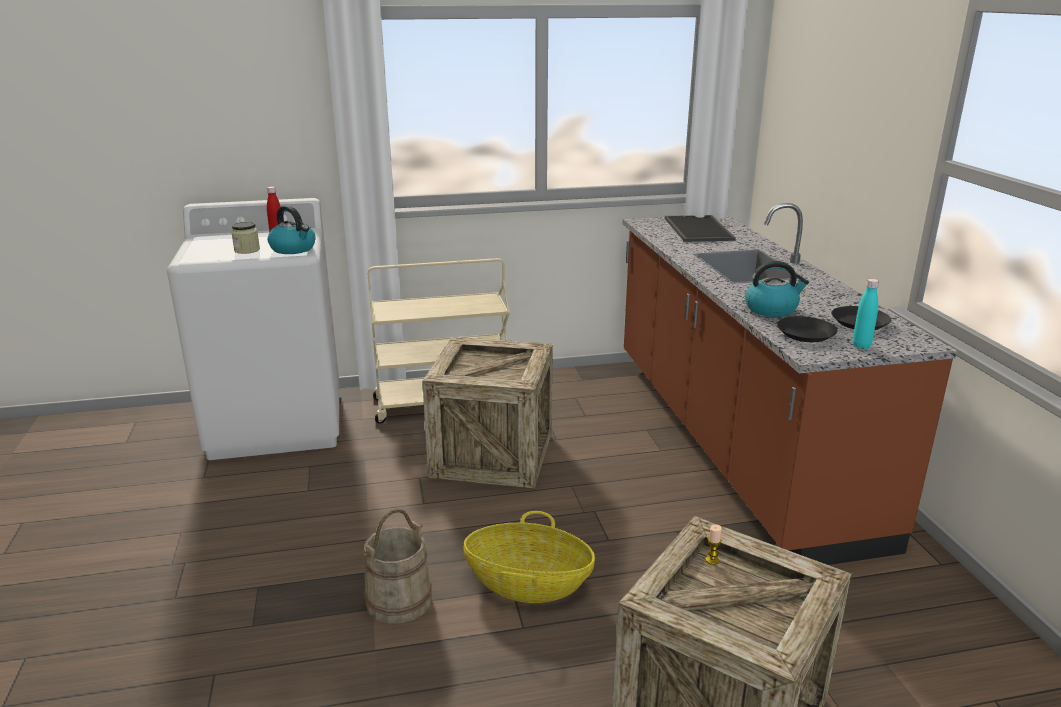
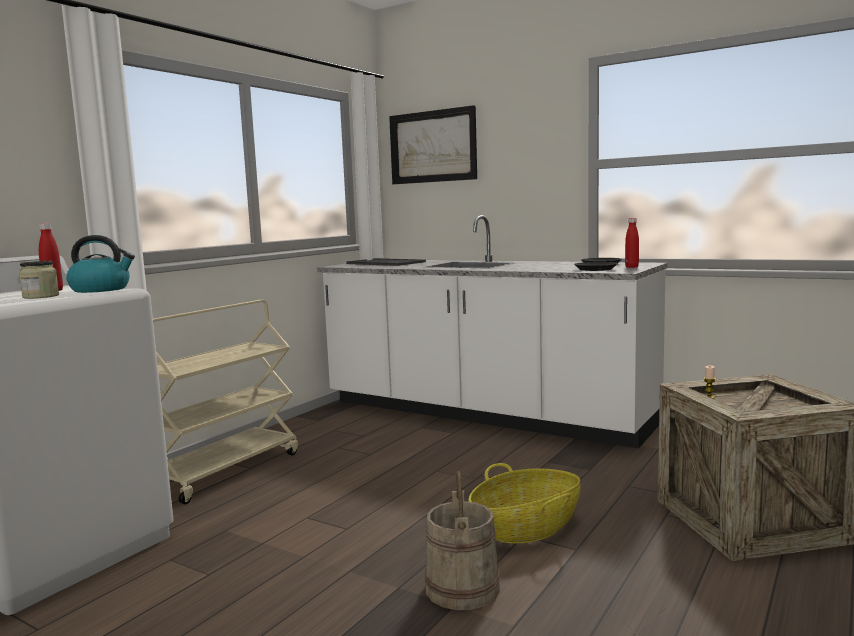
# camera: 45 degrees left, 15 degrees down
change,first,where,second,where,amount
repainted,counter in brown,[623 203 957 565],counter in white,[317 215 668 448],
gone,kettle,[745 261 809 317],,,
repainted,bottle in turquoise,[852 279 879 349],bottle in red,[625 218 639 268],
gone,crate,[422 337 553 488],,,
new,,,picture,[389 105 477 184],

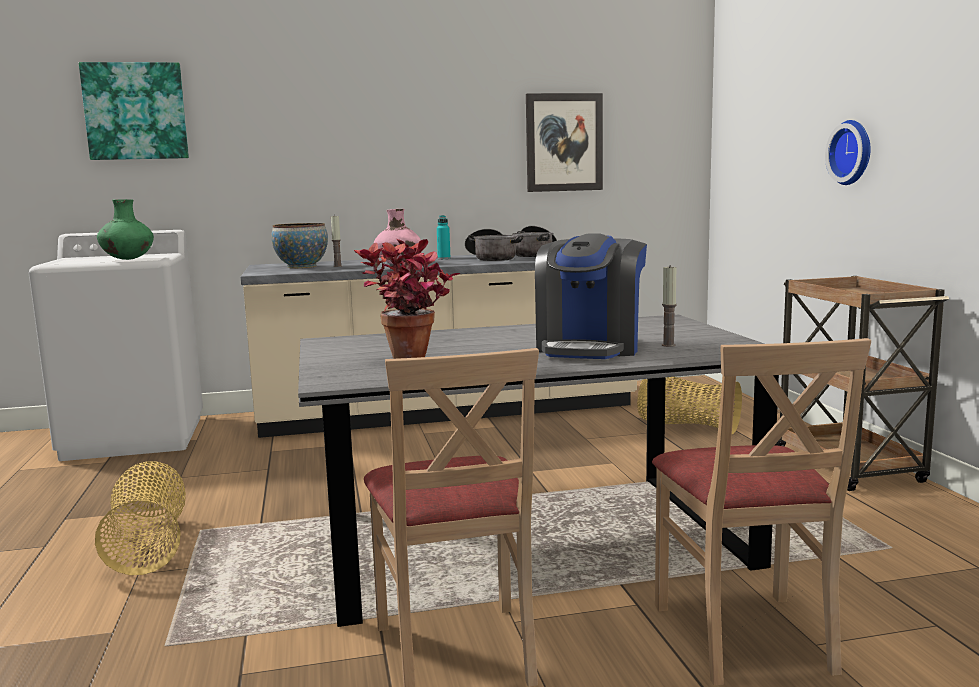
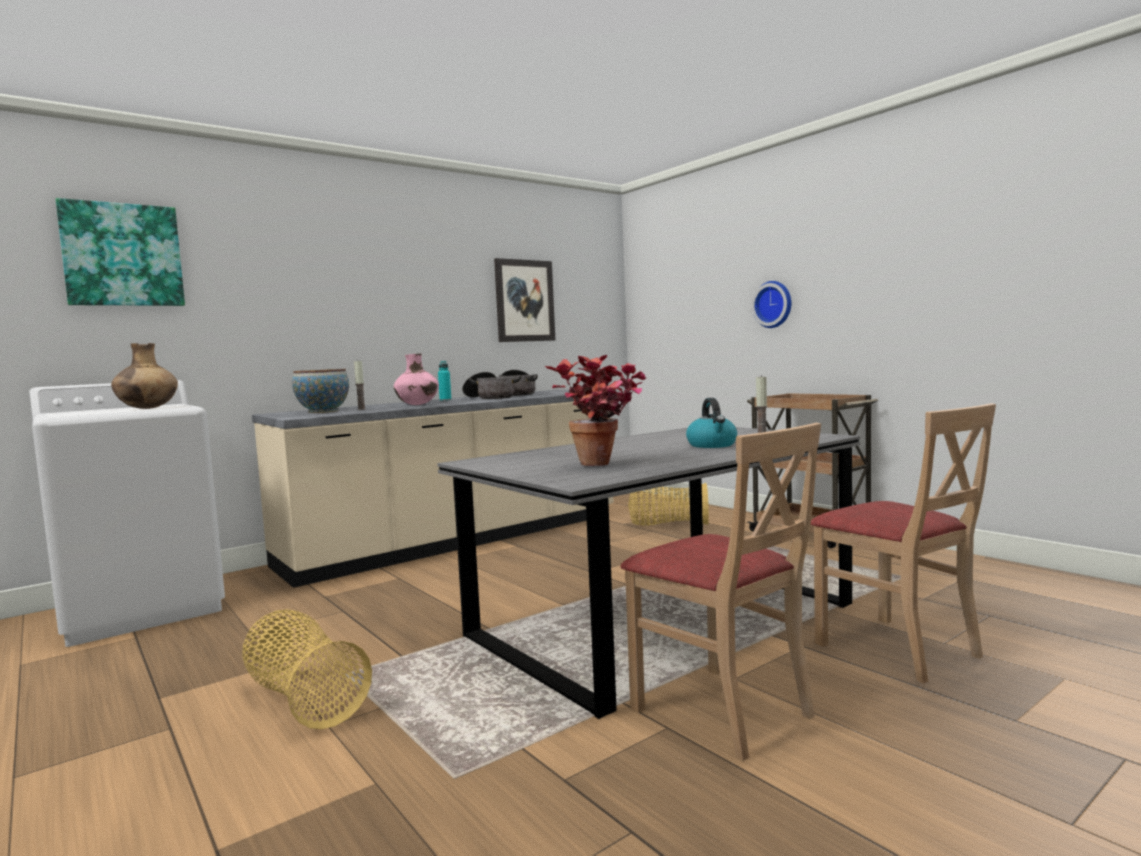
# camera: 25 degrees left, 5 degrees down
change,first,where,second,where,amount
repainted,vase in green,[97 199 154 260],vase in brown,[111 343 178 409],
swapped,coffee machine,[535 233 647 359],kettle,[686 398 737 448],

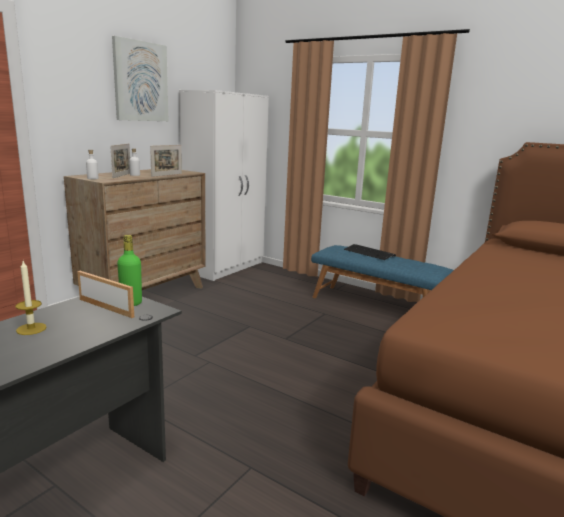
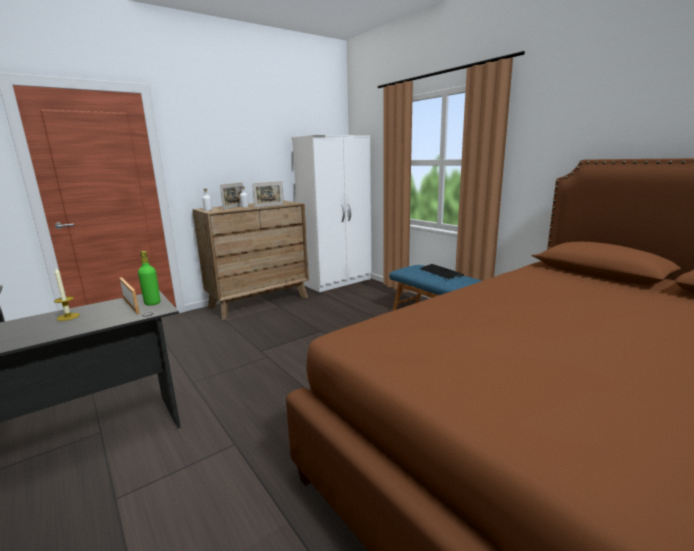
# camera: 20 degrees right, 0 degrees up
change,first,where,second,where,amount
gone,picture,[112 36 169 121],,,

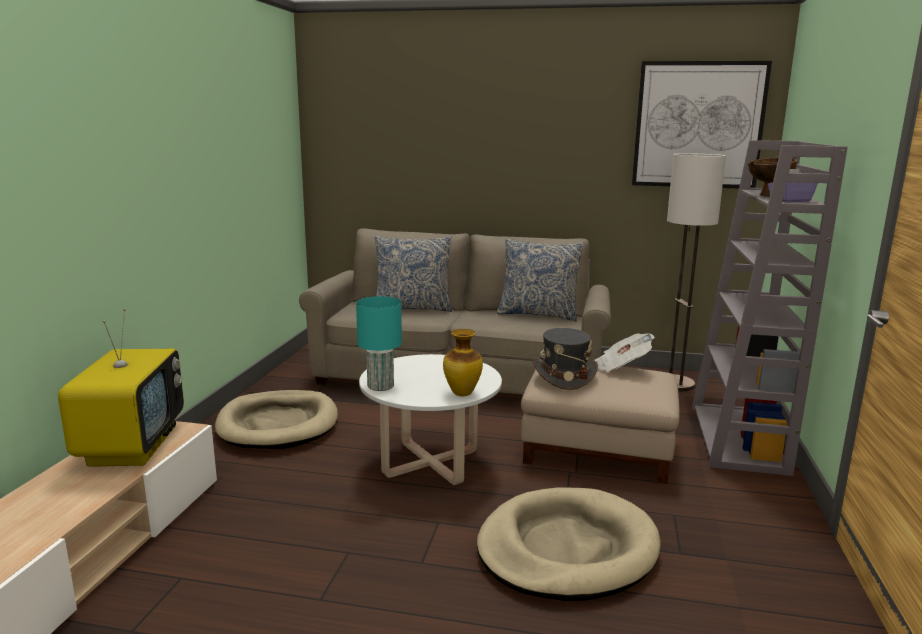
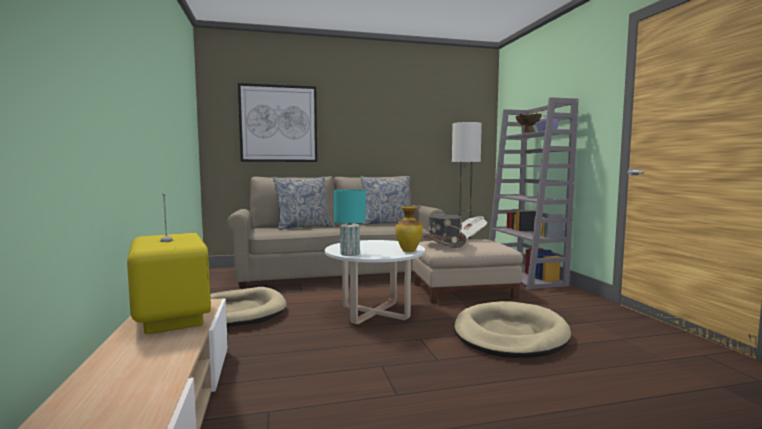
# camera: 25 degrees left, 10 degrees down
change,first,where,second,where,amount
shifted,picture,[632 61 772 188],,[238 83 318 162],

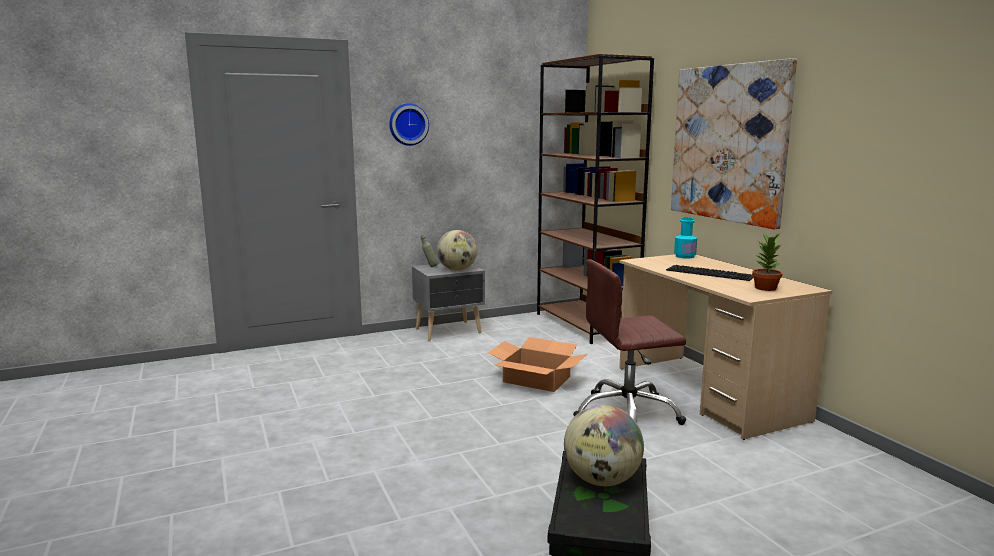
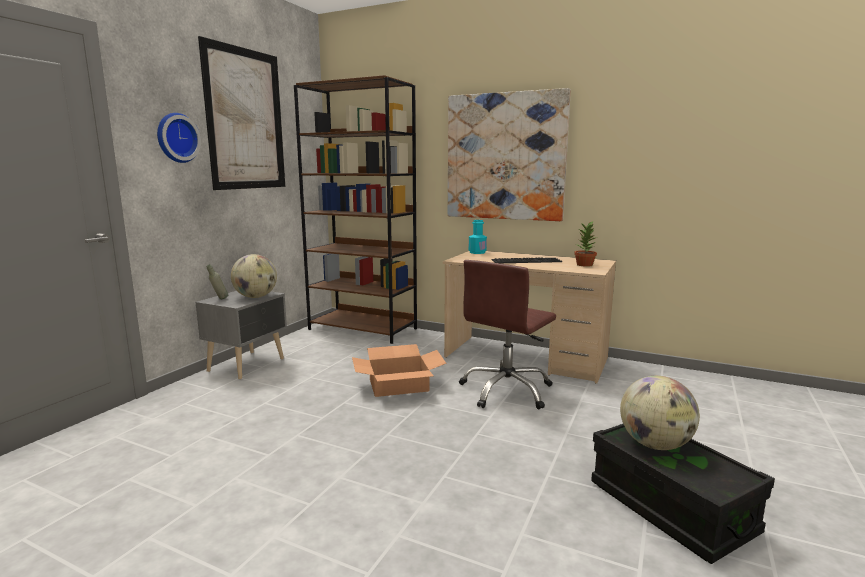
# camera: 40 degrees left, 0 degrees up
change,first,where,second,where,amount
new,,,picture,[198 36 285 190],

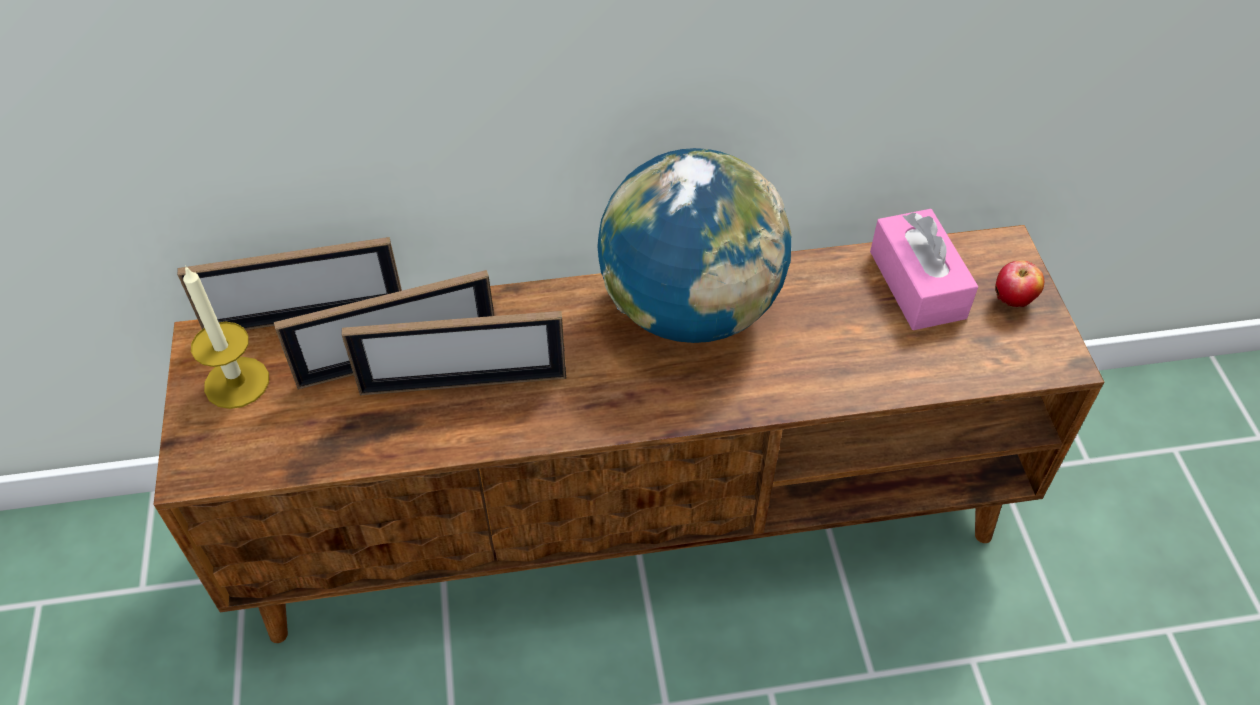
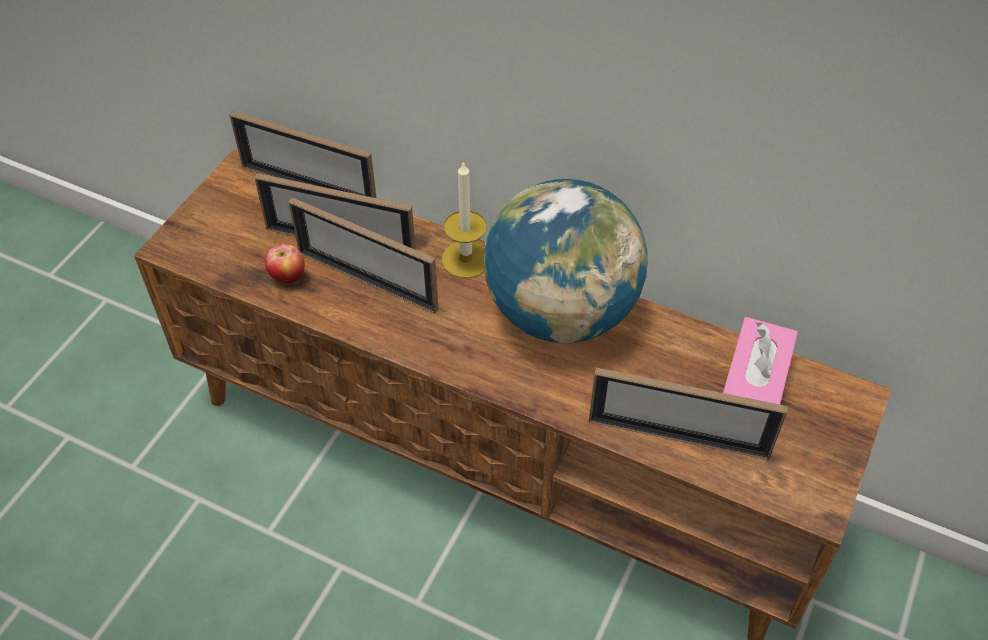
# camera: 35 degrees right, 0 degrees up
change,first,where,second,where,amount
shifted,apple,[995 261 1044 307],,[265 244 305 284],
shifted,candle,[183 265 269 409],,[442 161 487 278],
new,,,picture frame,[589 367 788 460],

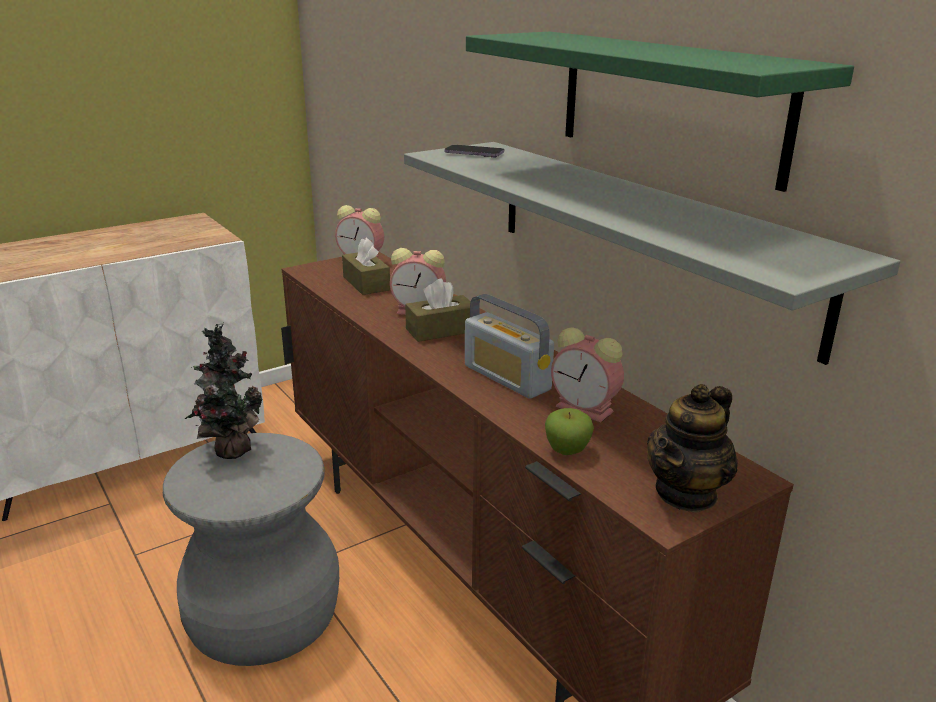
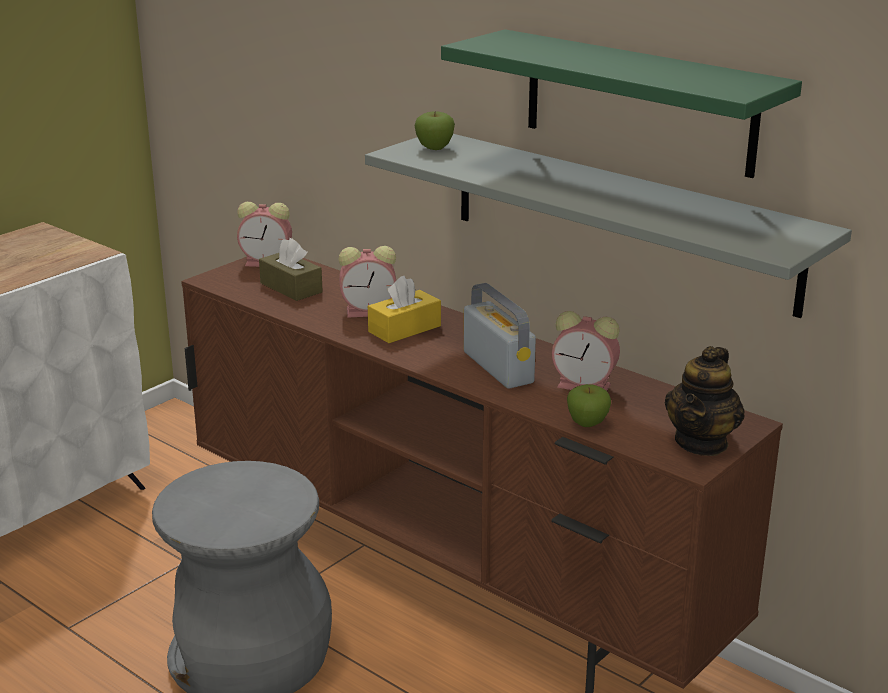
# camera: 15 degrees left, 0 degrees up
change,first,where,second,where,amount
swapped,phone,[444 145 504 158],apple,[415 111 455 150],
repainted,tissue box in brown,[405 278 471 342],tissue box in yellow,[368 276 441 343],
rotated,radio,[465 294 554 399],,[464 283 536 389],150 degrees counterclockwise
gone,potted plant,[185 323 263 459],,,

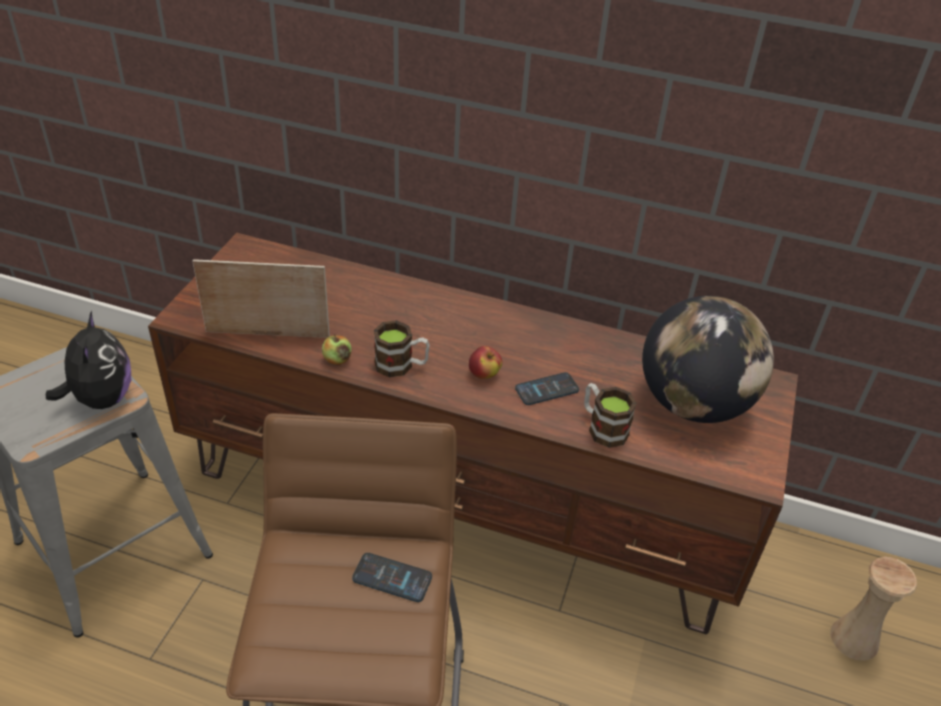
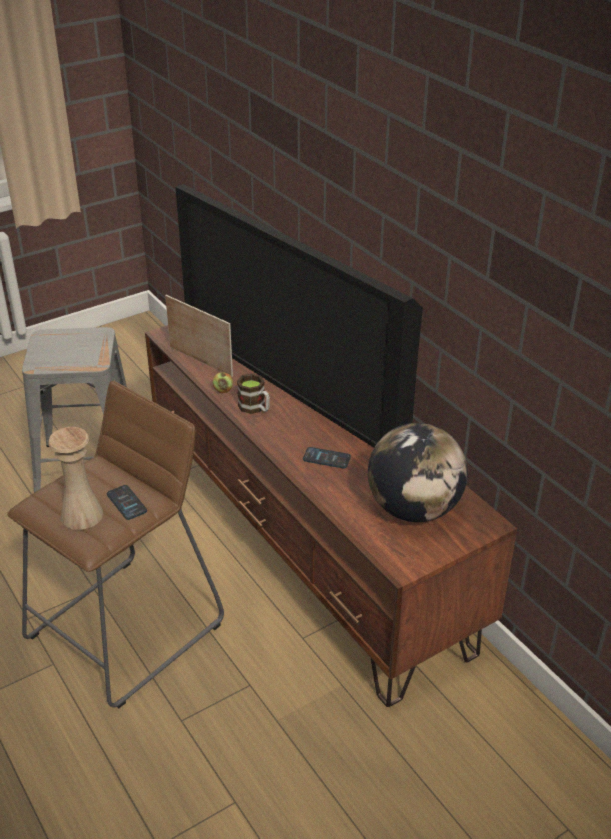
# camera: 40 degrees right, 5 degrees down
change,first,where,second,where,amount
gone,plush toy,[46 311 131 409],,,
gone,apple,[469 346 502 379],,,
gone,mug,[584 383 637 448],,,
shifted,vase in beige,[830 557 917 661],,[48 427 103 530],
new,,,television,[176 184 423 447],

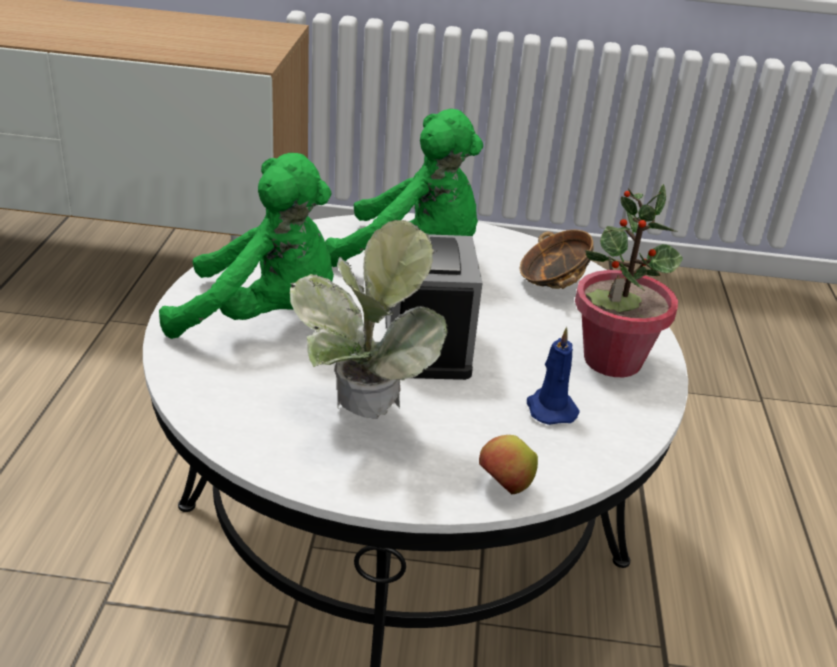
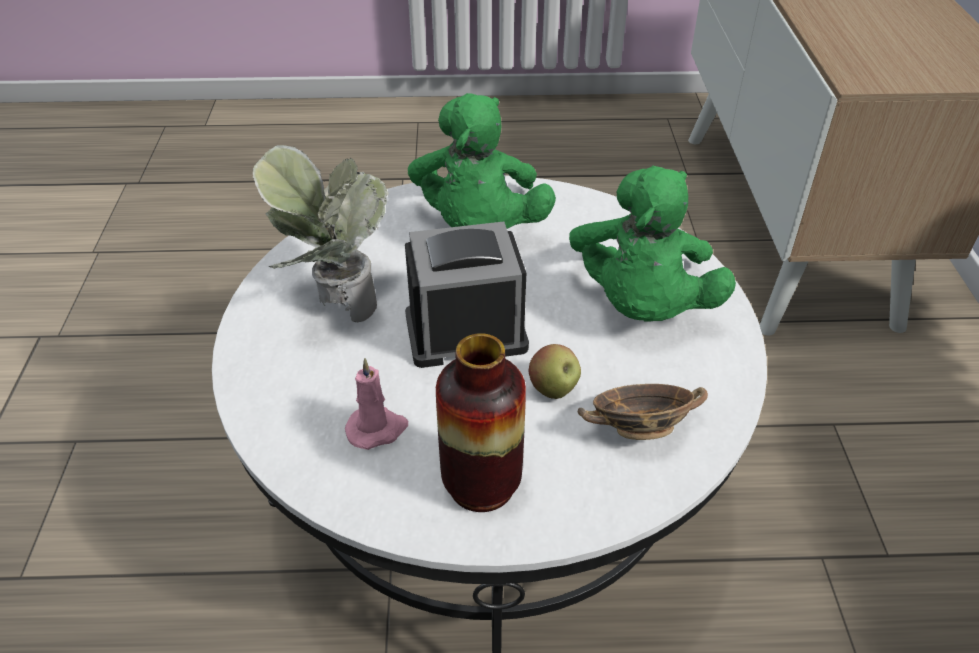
# camera: 85 degrees right, 10 degrees up
change,first,where,second,where,amount
swapped,potted plant,[575 184 683 377],vase,[436 333 526 512],
repainted,candle in blue,[527 327 580 425],candle in pink,[345 358 408 450],
shifted,apple,[479 435 538 494],,[529 344 581 399],

